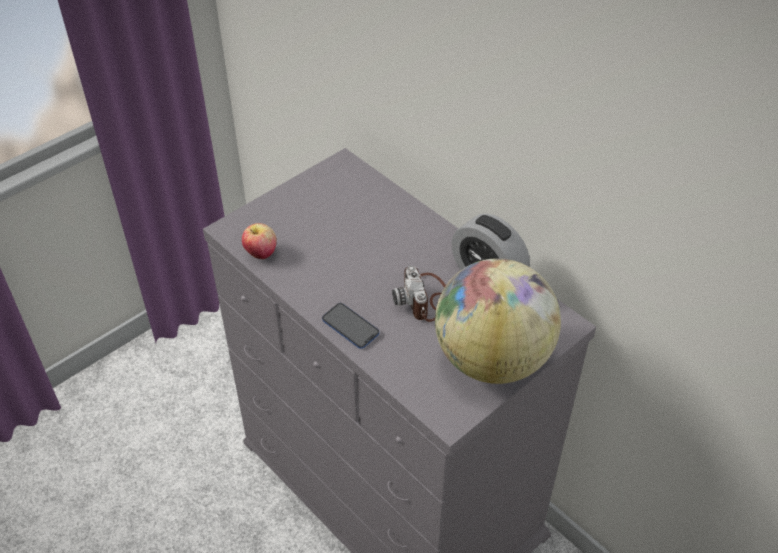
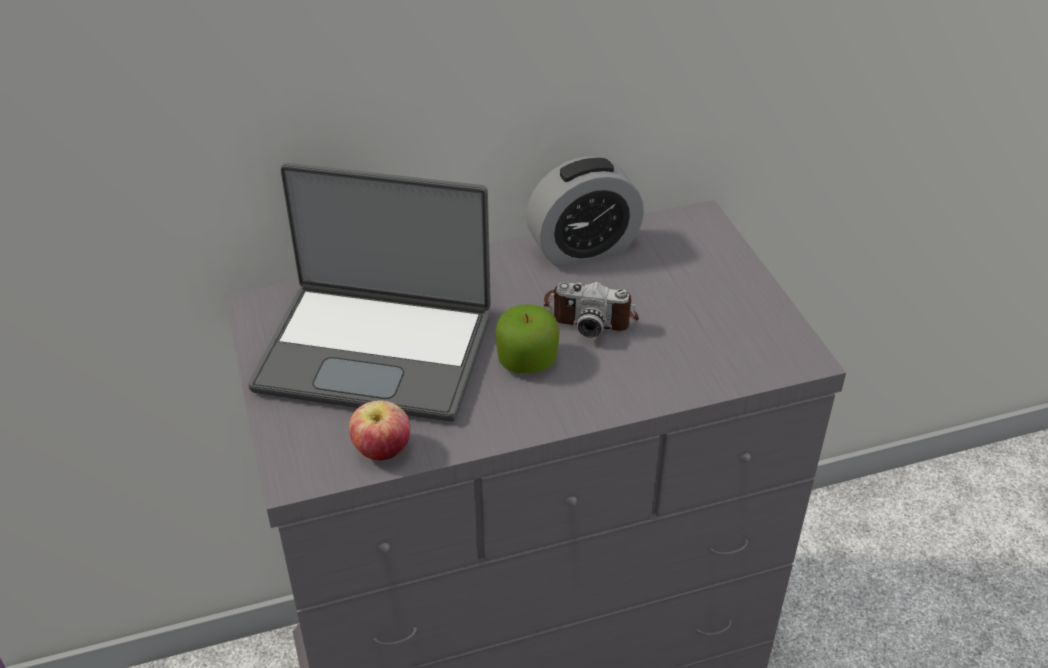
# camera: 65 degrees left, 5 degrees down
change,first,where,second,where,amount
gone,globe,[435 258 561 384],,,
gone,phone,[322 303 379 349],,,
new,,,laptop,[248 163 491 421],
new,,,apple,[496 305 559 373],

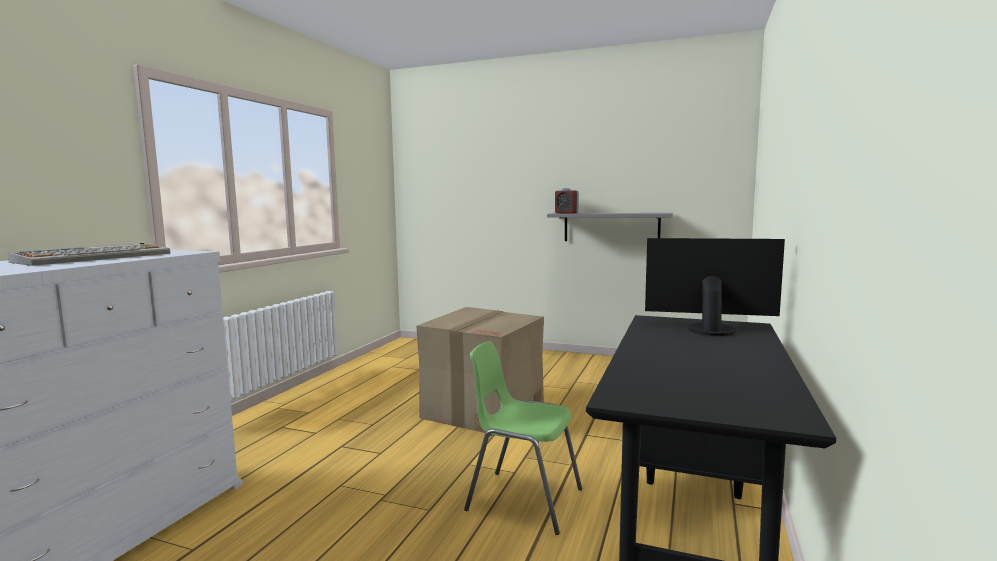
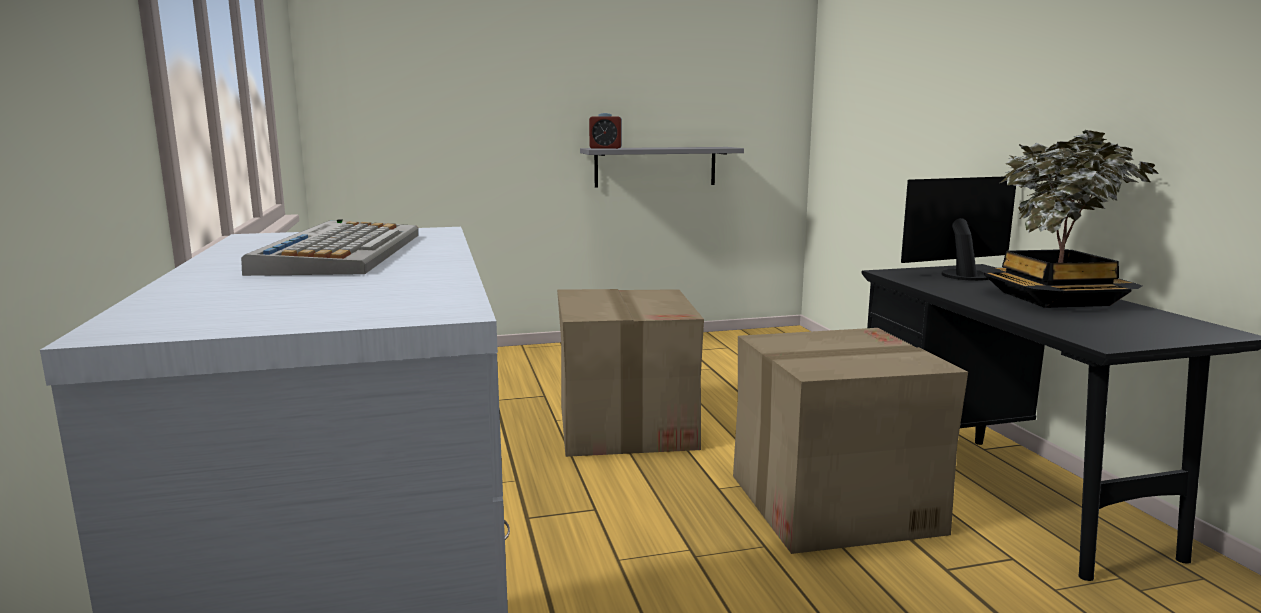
# camera: 35 degrees left, 5 degrees up
change,first,where,second,where,amount
swapped,chair in green,[464 341 582 535],cardboard box,[733 328 968 554],
new,,,potted plant,[981 130 1159 308],

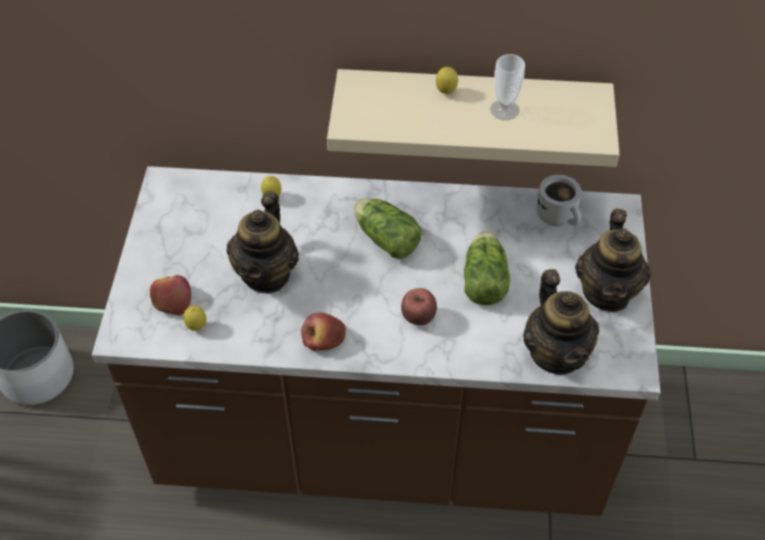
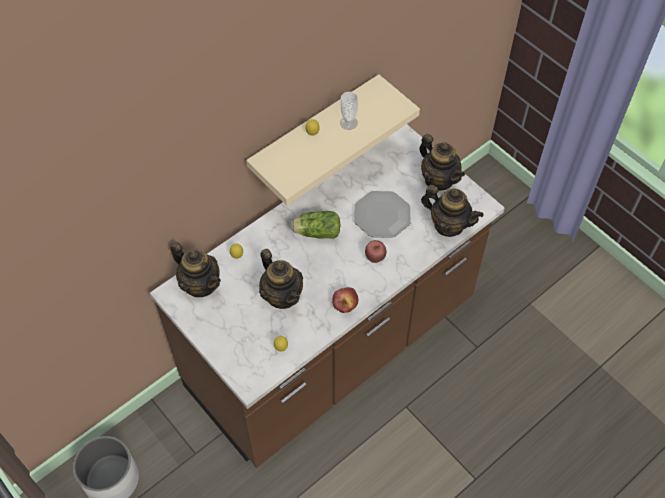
# camera: 45 degrees left, 5 degrees up
change,first,where,second,where,amount
gone,mug in white,[537 175 581 227],,,
swapped,lettuce,[464 232 510 305],plate,[354 191 411 238],
gone,apple,[150 275 191 316],,,
new,,,teapot,[170 242 221 297],

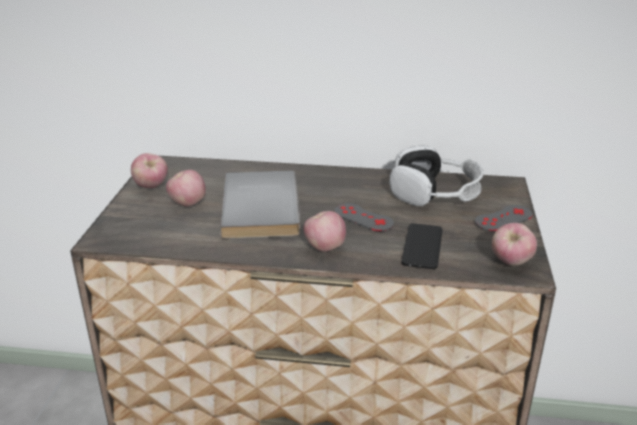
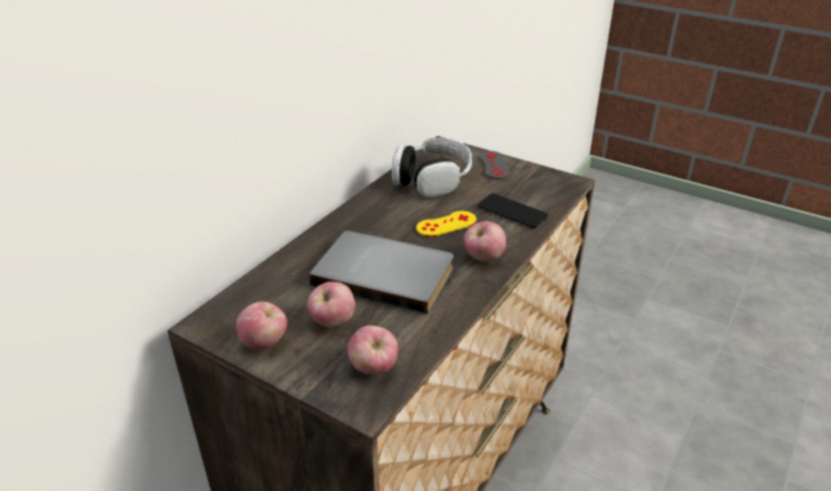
# camera: 65 degrees left, 5 degrees up
change,first,where,second,where,amount
repainted,game controller in grey,[334 203 394 231],game controller in yellow,[416 211 477 237],
shifted,apple,[492 223 537 266],,[348 325 398 374],

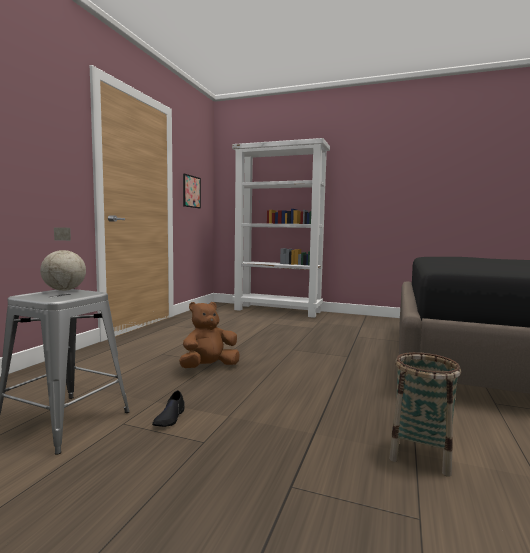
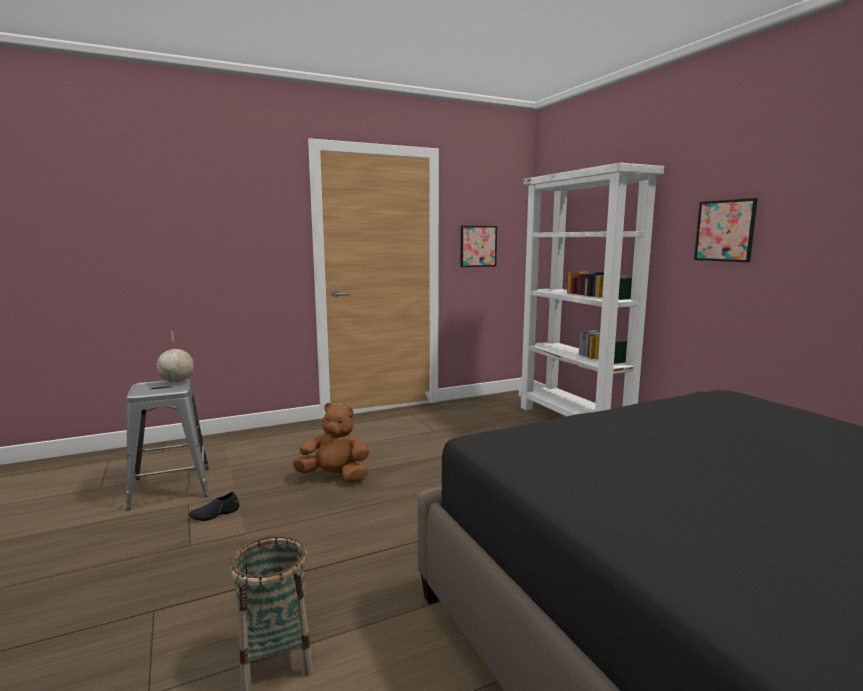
# camera: 45 degrees right, 5 degrees up
change,first,where,second,where,amount
new,,,picture,[694 198 758 262],

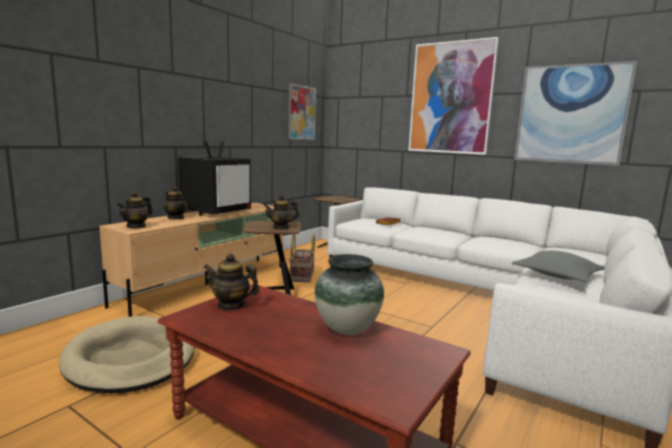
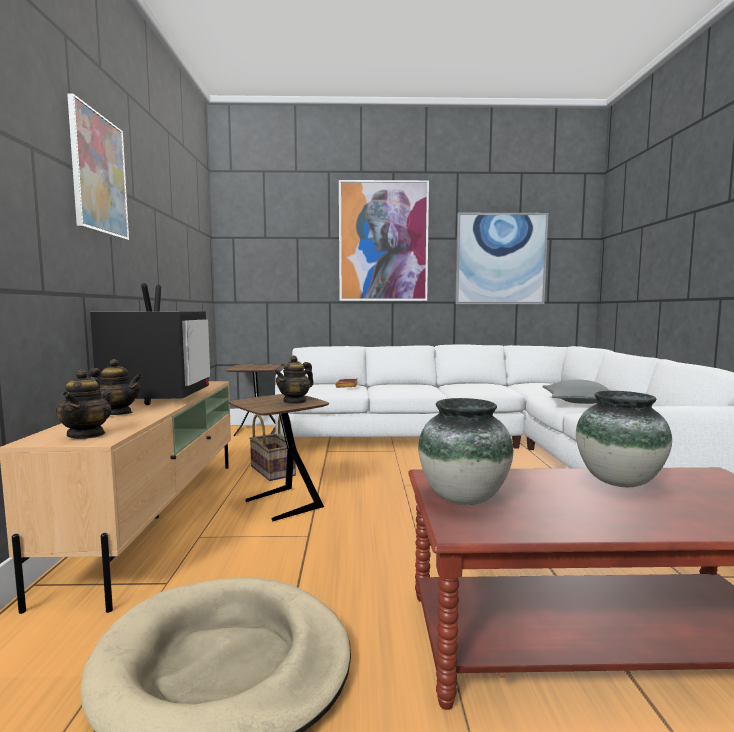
# camera: 35 degrees left, 5 degrees down
change,first,where,second,where,amount
shifted,picture,[288 84 316 140],,[67 93 129 240],
swapped,teapot,[204 253 260 311],vase,[418 398 513 505],

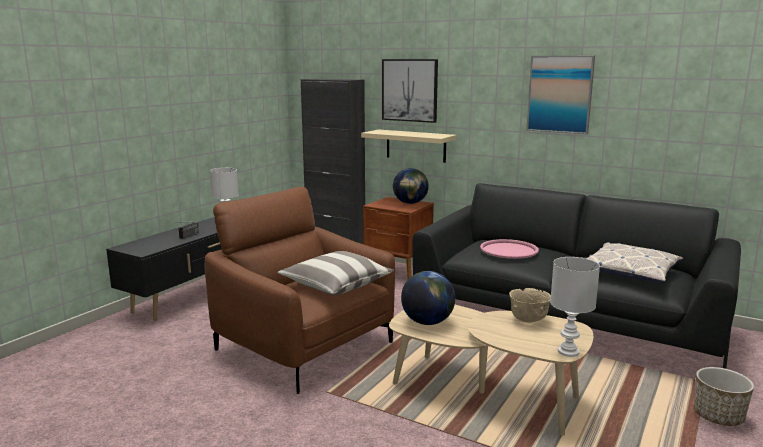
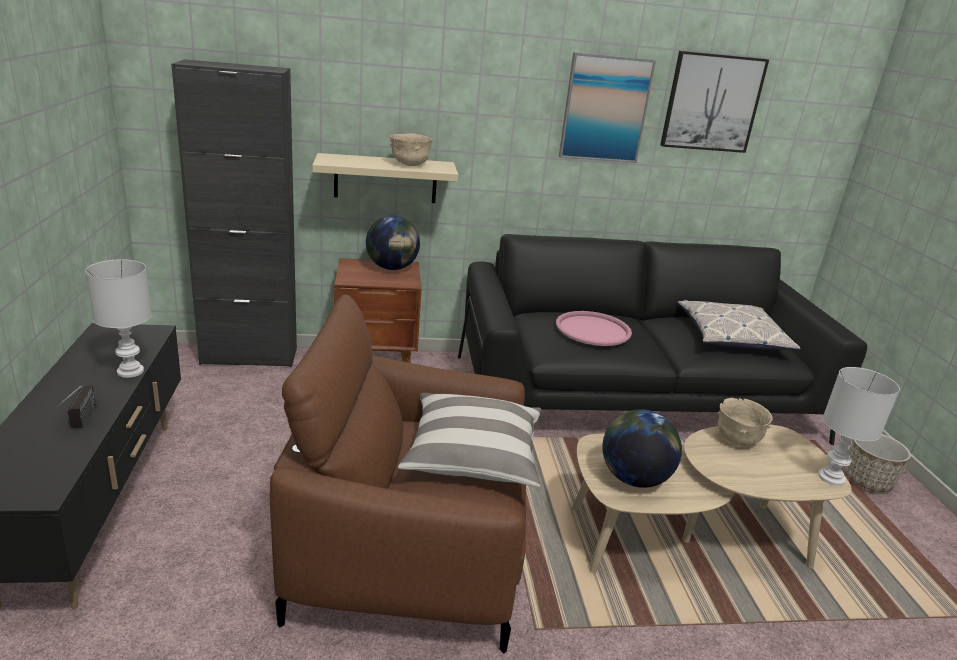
# camera: 40 degrees left, 10 degrees up
change,first,where,second,where,amount
shifted,picture,[382 59 438 123],,[660 51 769 153],
new,,,bowl in beige,[390 133 433 166],

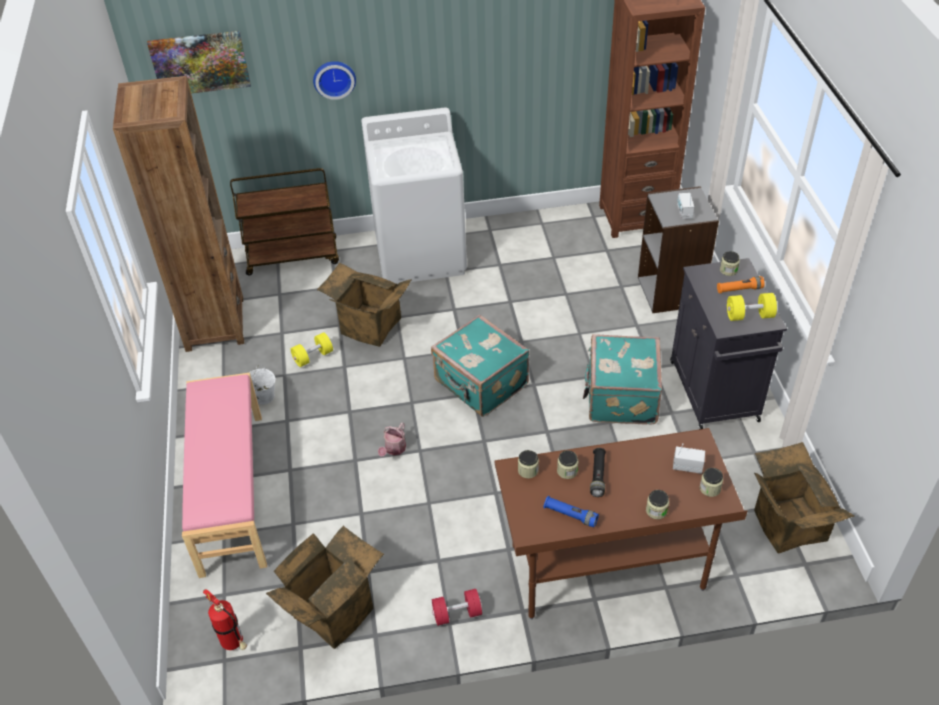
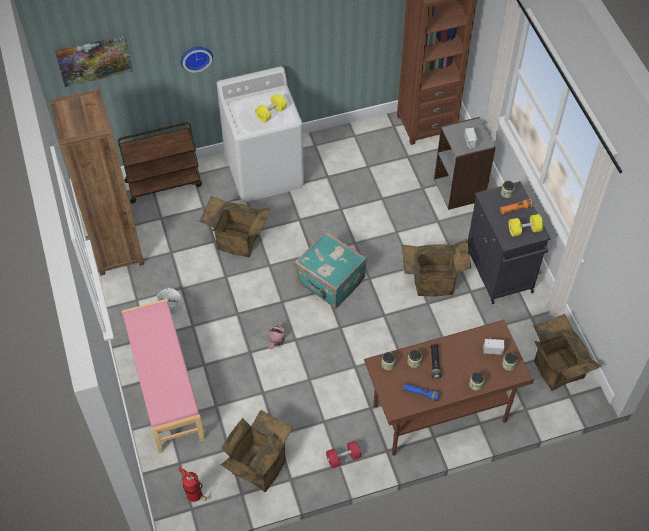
# camera: 10 degrees left, 10 degrees up
change,first,where,second,where,amount
shifted,dumbbell in yellow,[291 332 333 367],,[255 94 287 122],
swapped,suitcase in turquoise,[583 334 662 425],cardboard box,[402 239 471 296],

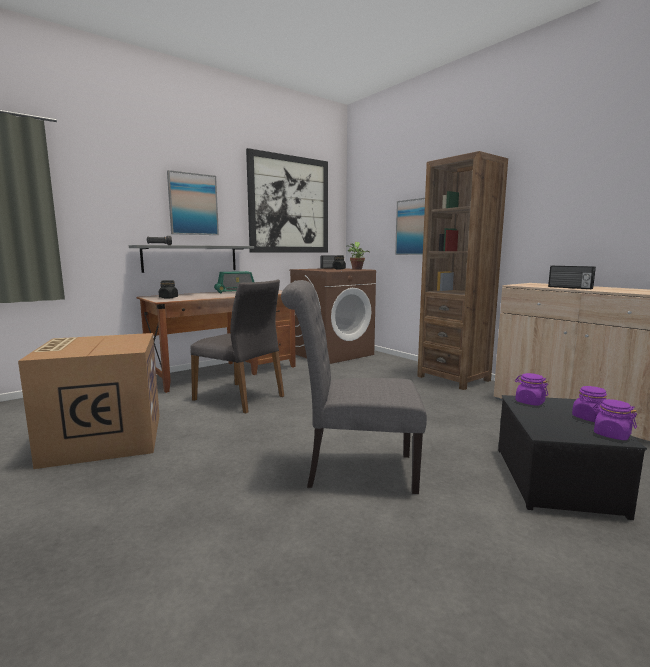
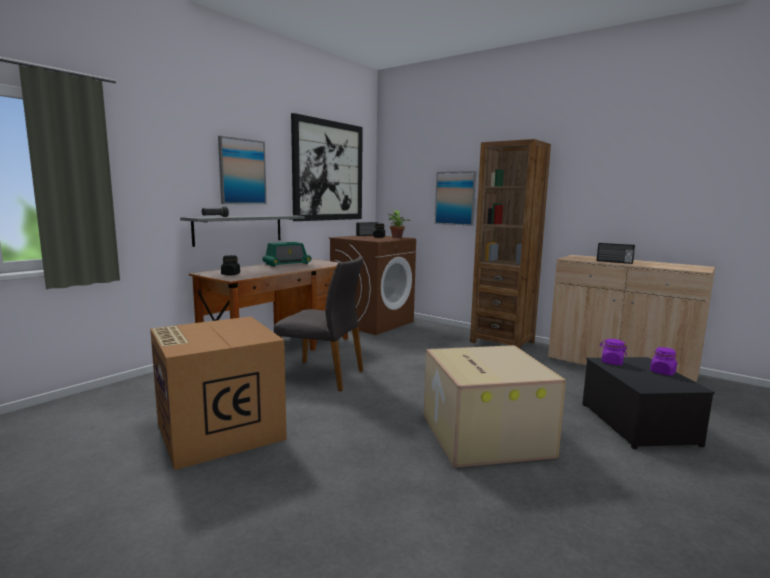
# camera: 15 degrees left, 0 degrees up
change,first,where,second,where,amount
swapped,chair in grey,[281 280 427 494],cardboard box,[424 345 566 468],
gone,jar in purple,[593 399 637 440],,,

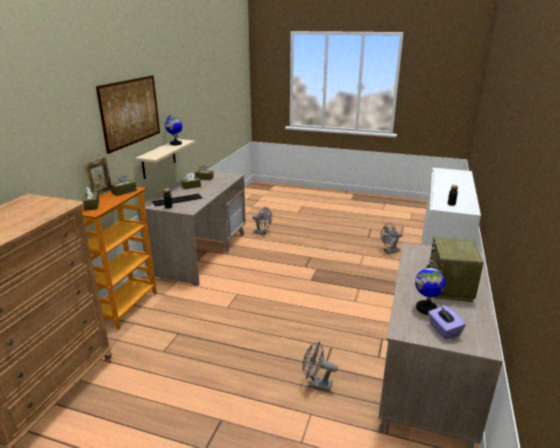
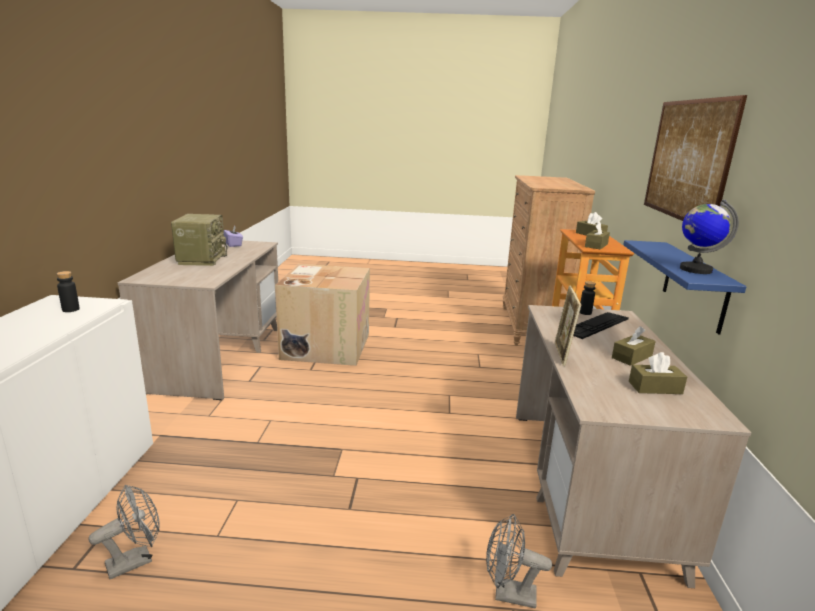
# camera: 165 degrees right, 5 degrees down
change,first,where,second,where,amount
repainted,shelf in beige,[135 139 195 179],shelf in blue,[623 240 747 334],
shifted,picture frame,[83 156 112 196],,[555 286 581 366],
gone,globe,[415 263 446 315],,,
swapped,fan in grey,[302 341 338 392],cardboard box,[275 264 370 366],

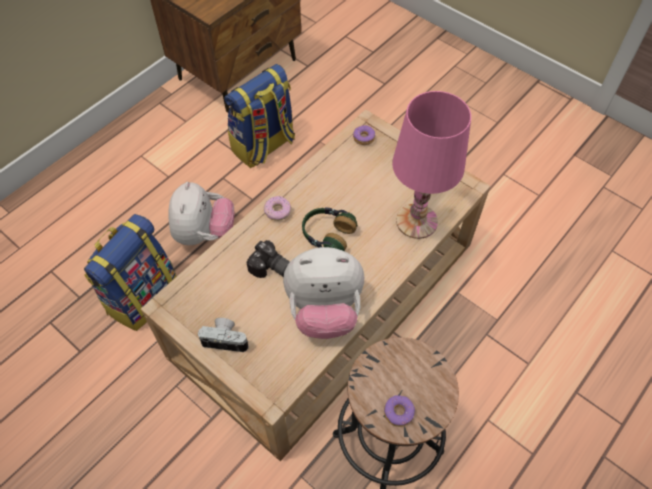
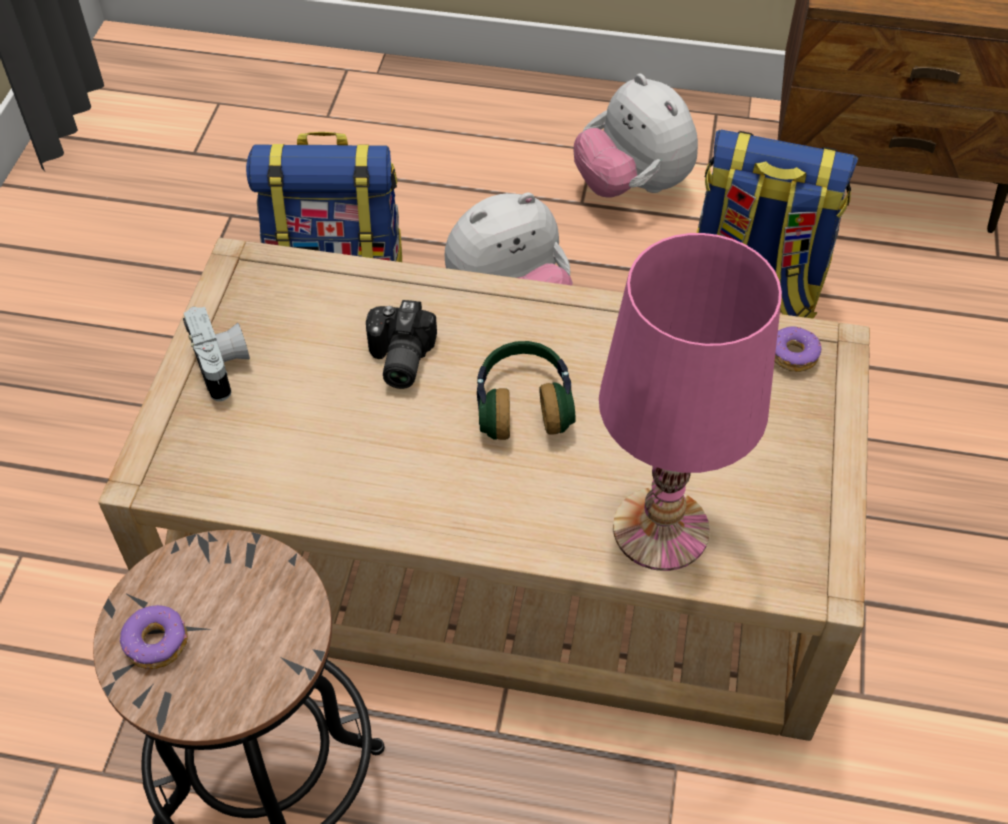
# camera: 60 degrees right, 5 degrees down
change,first,where,second,where,amount
gone,donut,[264 196 291 221],,,
shifted,plush toy,[283 247 364 339],,[573 74 698 198],

